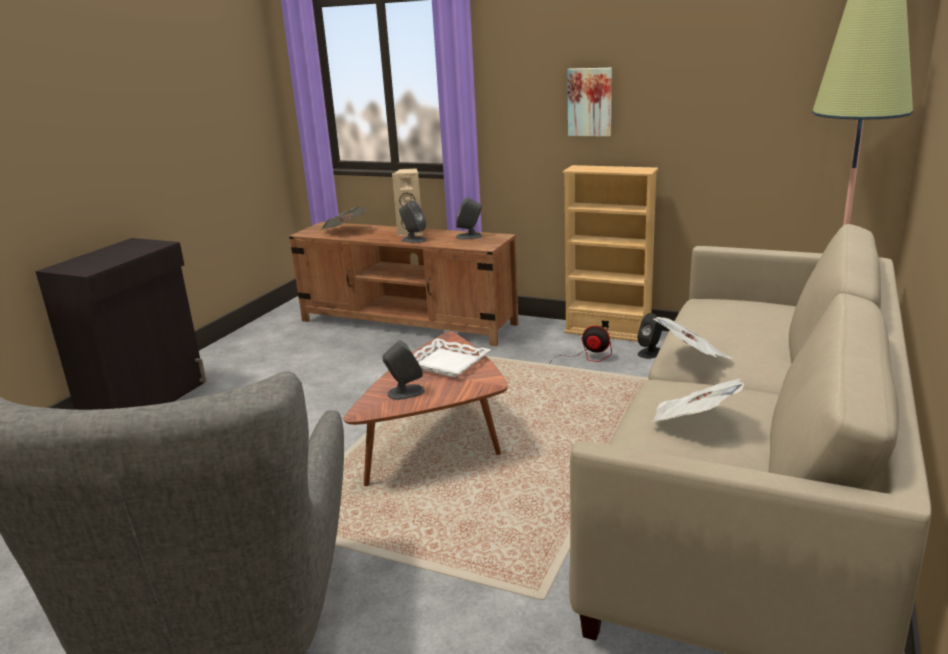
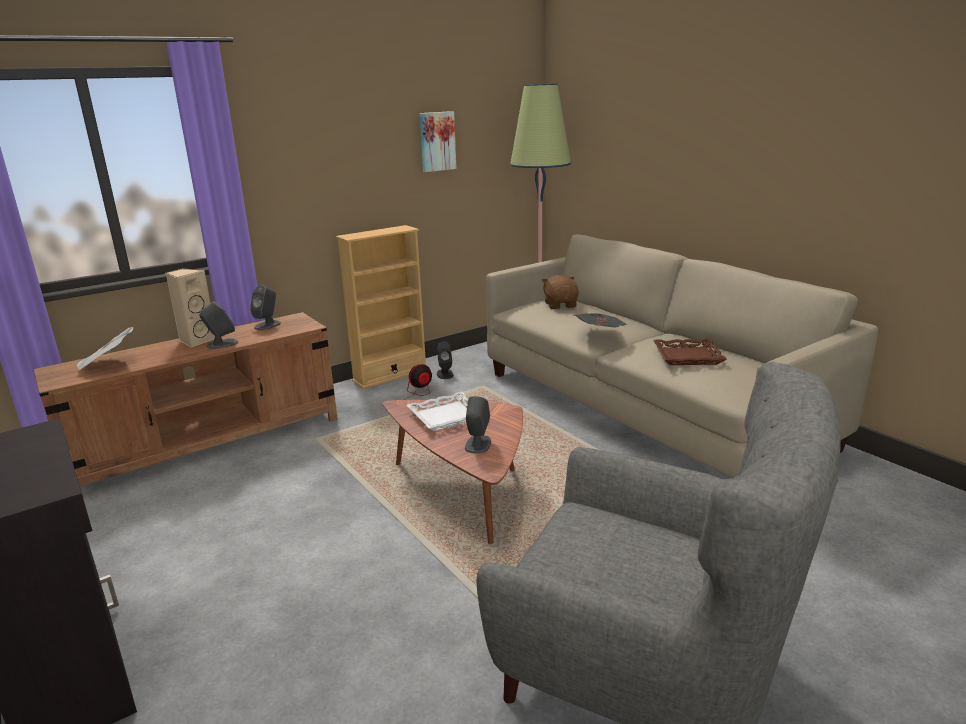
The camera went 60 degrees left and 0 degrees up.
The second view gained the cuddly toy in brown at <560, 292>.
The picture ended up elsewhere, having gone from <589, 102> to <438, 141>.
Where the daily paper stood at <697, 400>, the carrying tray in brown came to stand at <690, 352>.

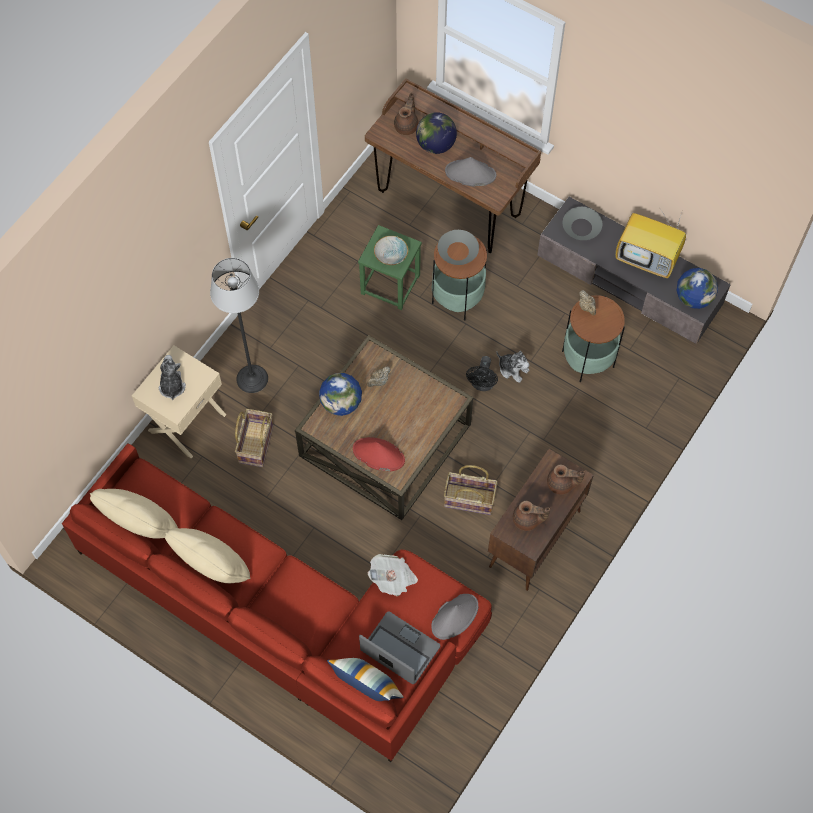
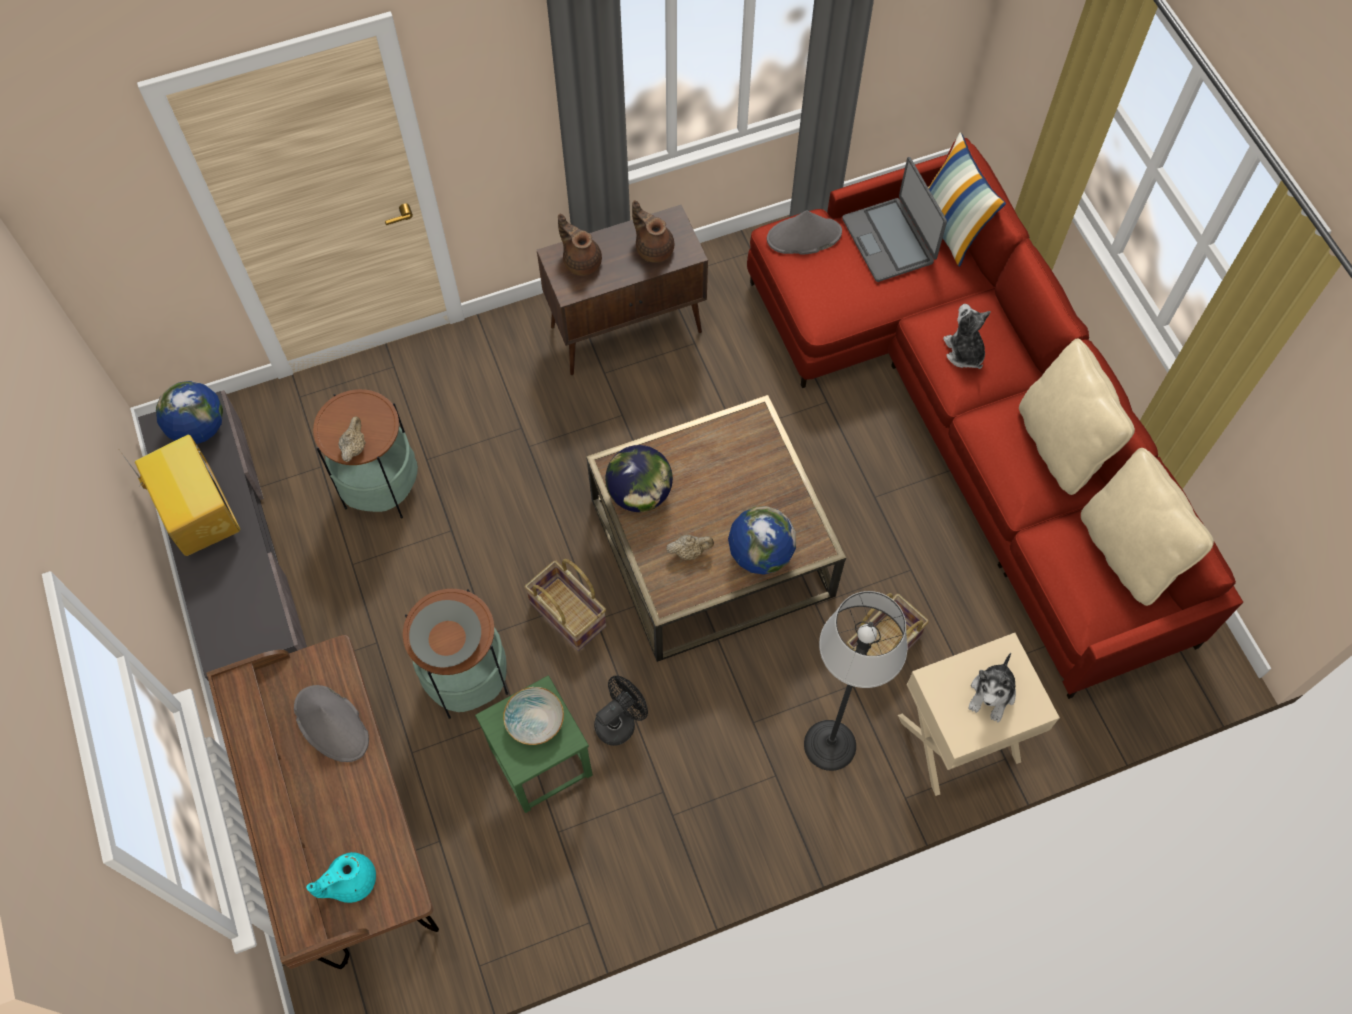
The camera went 145 degrees left and 0 degrees up.
The second view lost the clothing hat in reddish at <379, 454>.
The second view lost the daily paper at <393, 575>.
The second view lost the bowl in grey at <582, 223>.
The desk globe ended up elsewhere, having gone from <436, 133> to <639, 478>.
The storage basket ended up elsewhere, having gone from <471, 490> to <565, 605>.
The electric fan in black ended up elsewhere, having gone from <482, 373> to <621, 710>.
The cuddly toy ended up elsewhere, having gone from <513, 367> to <967, 336>.
What was the teapot in brown at <406, 113> turned into the teapot in turquoise-coloured at <341, 877>.

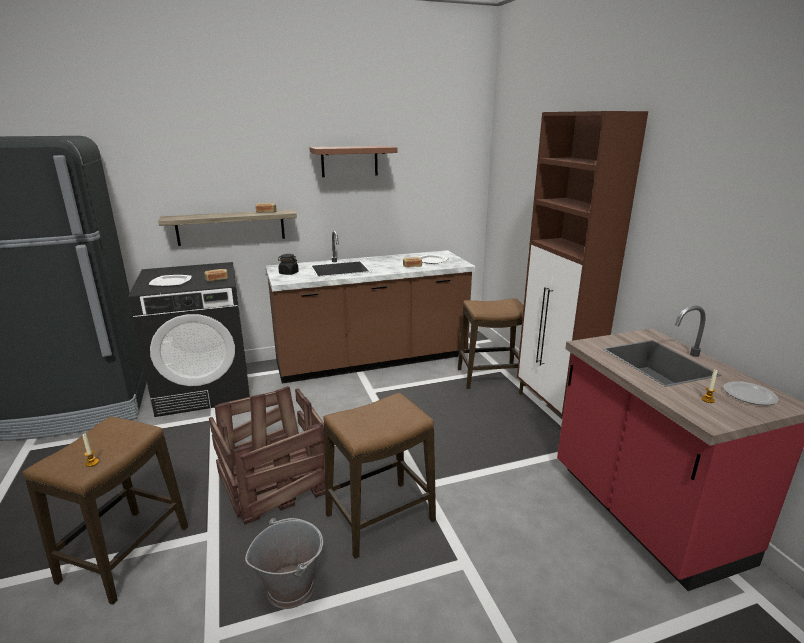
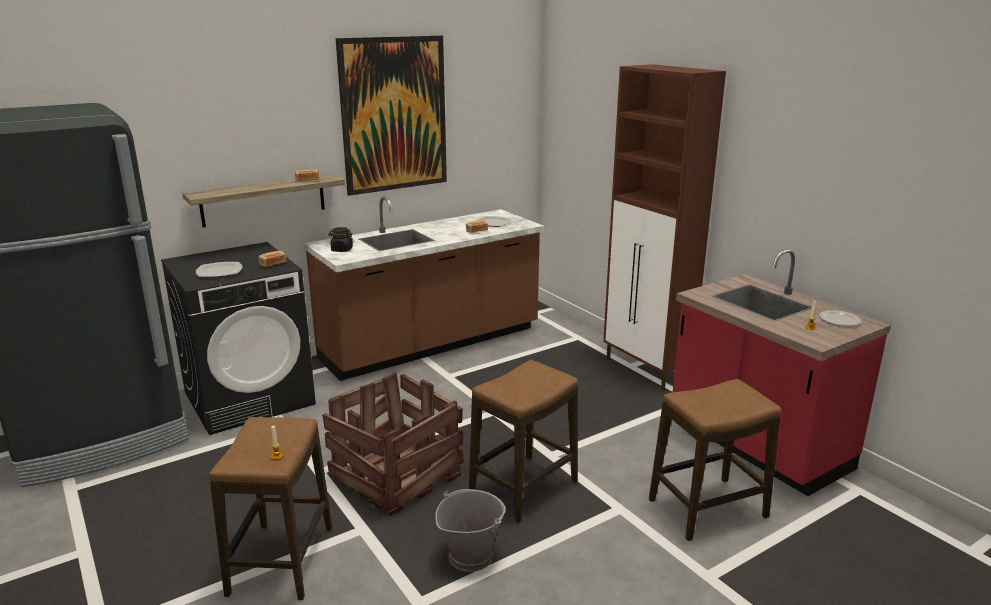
The camera went 15 degrees left and 0 degrees up.
The stool seat ended up elsewhere, having gone from <492, 343> to <715, 460>.
Where the wall shelf in brown hung at <353, 161>, the picture came to hang at <391, 116>.

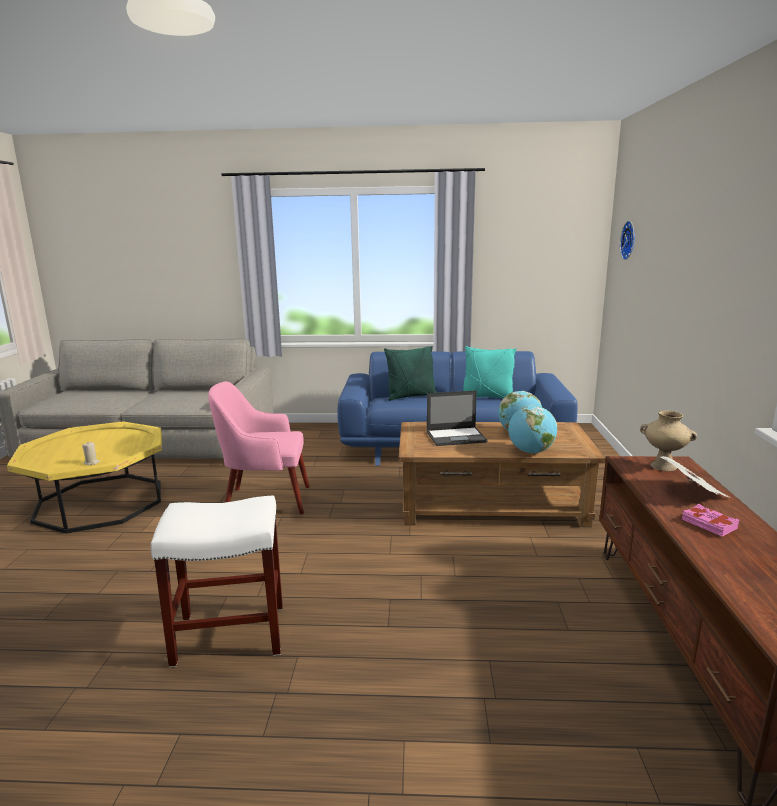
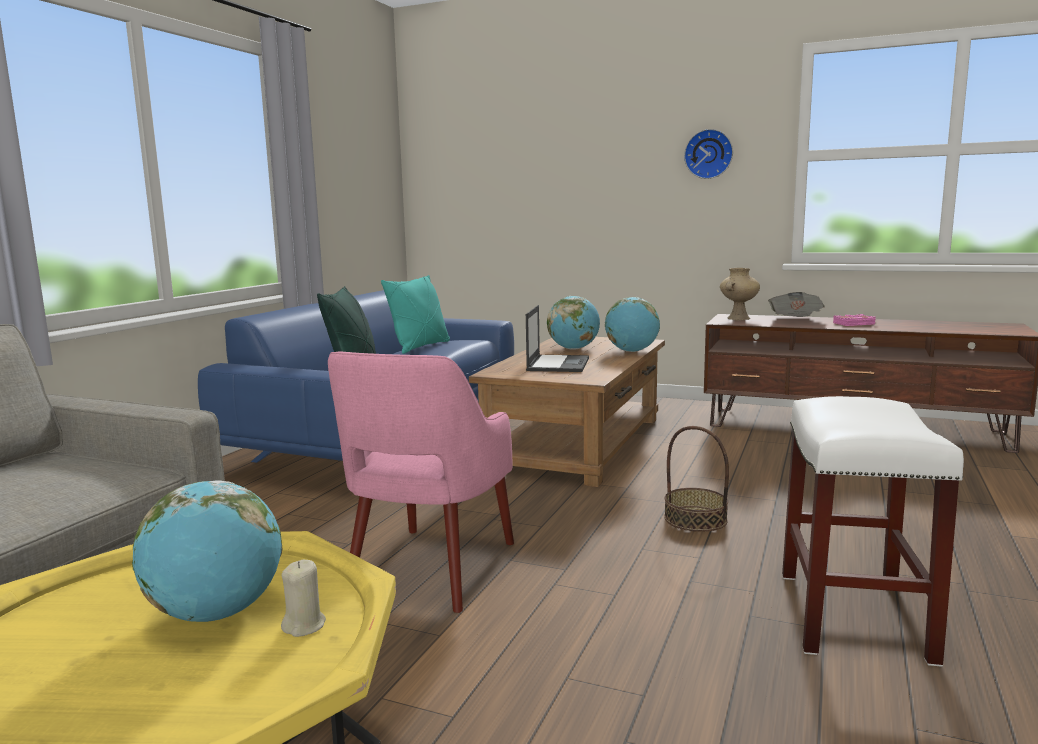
The camera went 70 degrees left and 5 degrees down.
The second view gained the desk globe at <207, 551>.
The second view gained the storage basket at <696, 479>.
The wall clock ended up elsewhere, having gone from <627, 240> to <708, 154>.

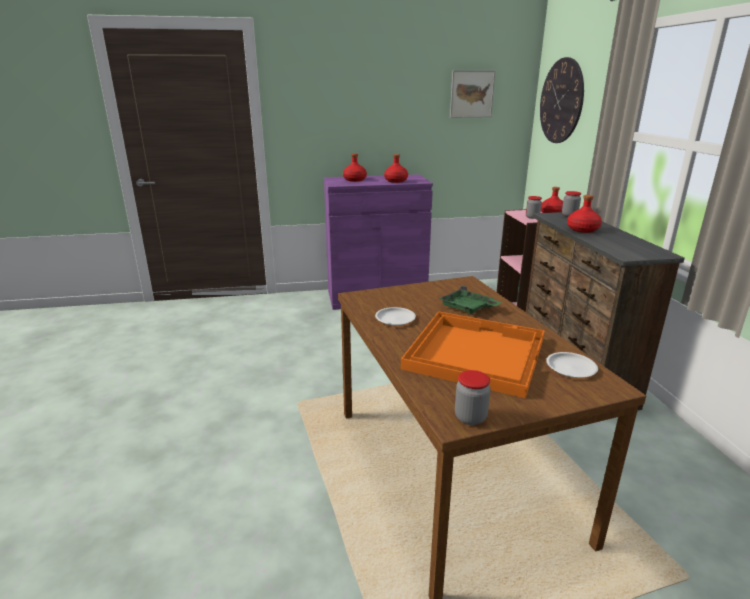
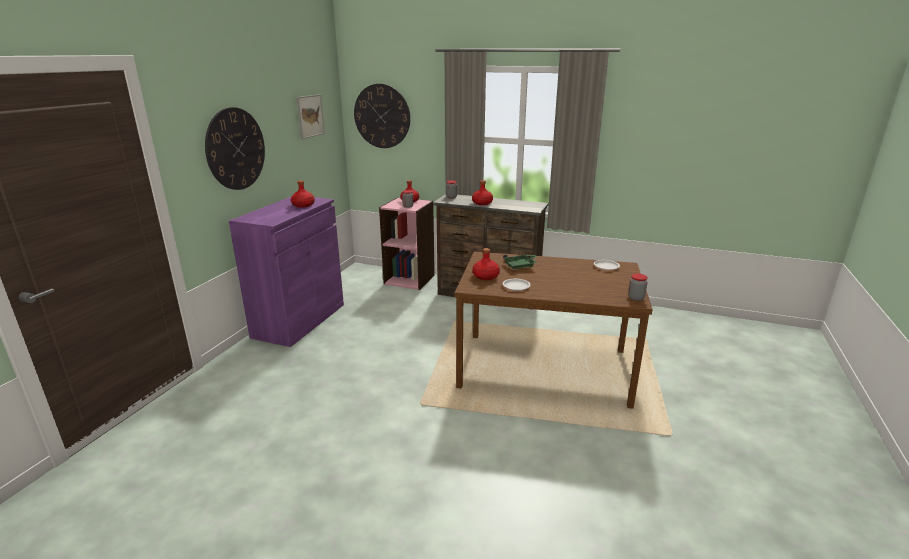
The camera went 60 degrees left and 0 degrees up.
The second view lost the carrying tray in orange-coloured at <473, 354>.
The second view gained the wall clock at <235, 148>.
The drink bottle in reddish ended up elsewhere, having gone from <355, 167> to <486, 264>.

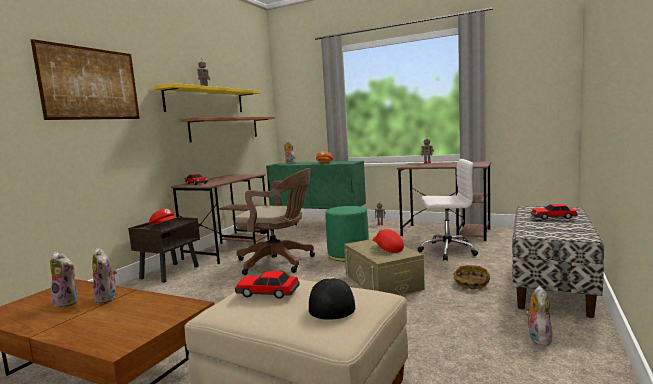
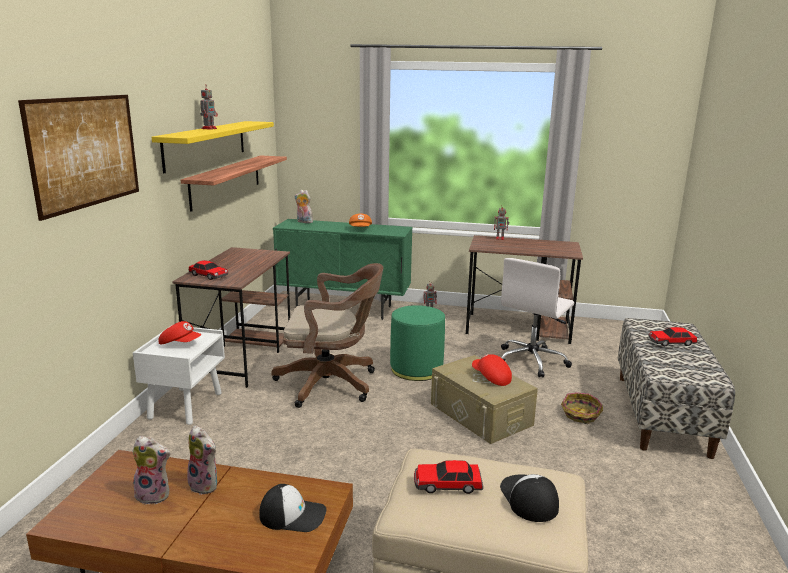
The camera went 15 degrees left and 10 degrees up.
The second view lost the cuddly toy at <538, 316>.
The second view gained the cap at <292, 508>.
What was the nightstand in brown at <164, 250> turned into the nightstand in white-coloured at <179, 375>.
The office chair in white-coloured at <447, 209> ended up facing another way, 135 degrees clockwise from before.

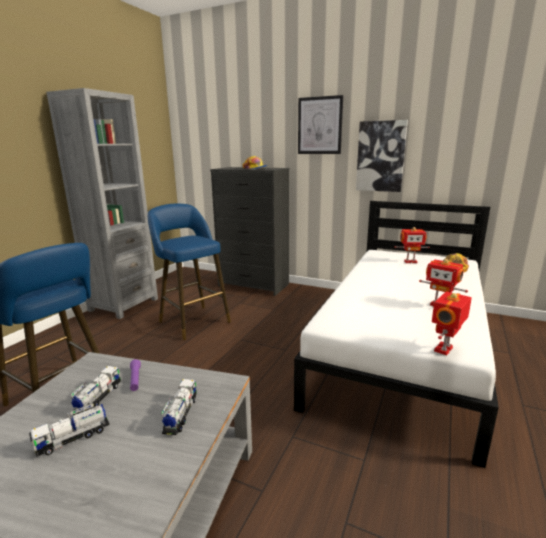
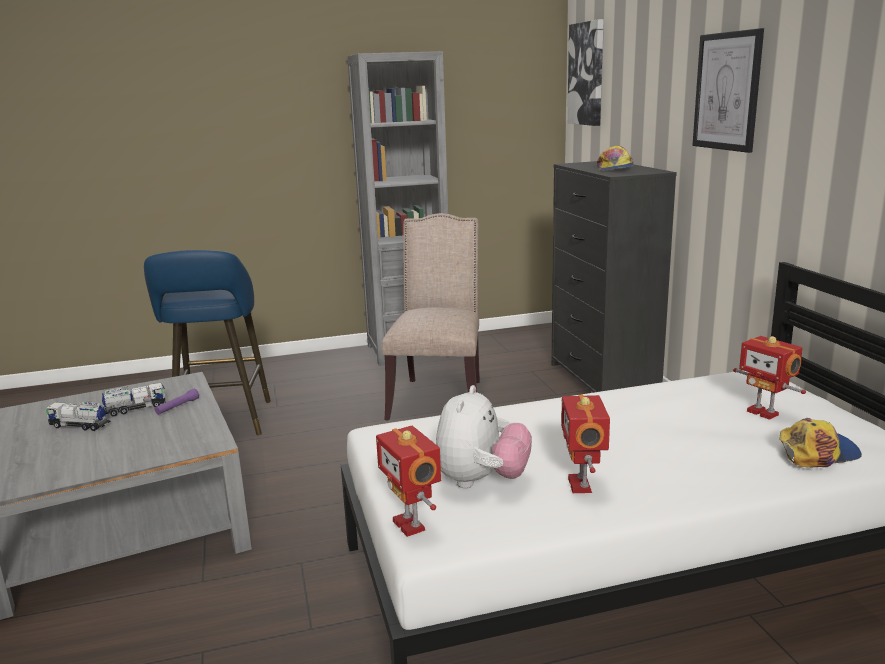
The camera went 50 degrees right and 0 degrees up.
The second view lost the toy truck at <179, 407>.
The second view gained the cuddly toy at <484, 436>.
The picture ended up elsewhere, having gone from <382, 156> to <585, 72>.
Where the stool seat in bluish stood at <189, 272>, the plain chair in beige came to stand at <431, 317>.
The robot figure at <452, 323> ended up facing another way, 120 degrees counterclockwise from before.

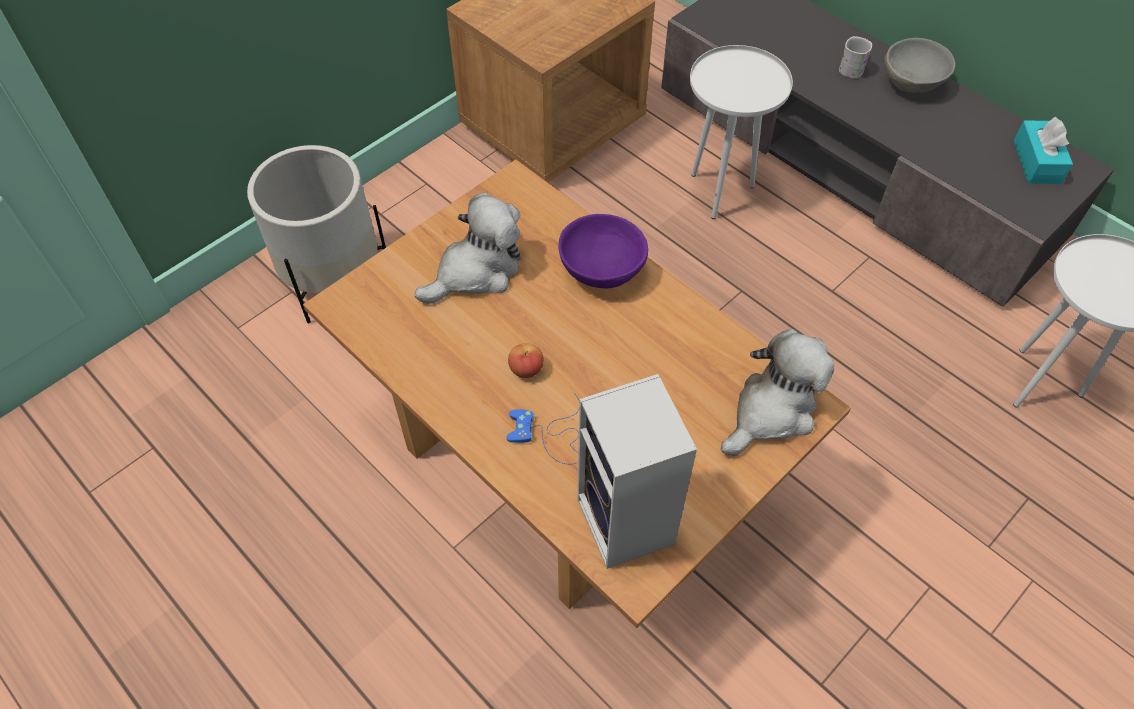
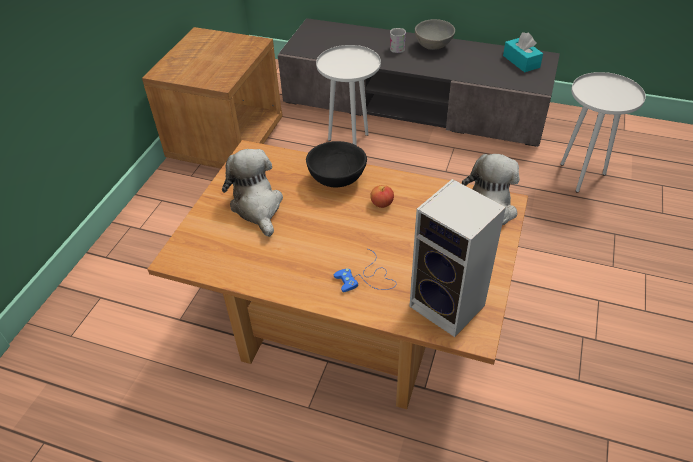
The camera went 25 degrees left and 10 degrees down.
The second view lost the flower pot in white-coloured at <316, 234>.
The whole apple ended up elsewhere, having gone from <526, 360> to <382, 196>.
What was the bowl in purplish at <603, 251> turned into the bowl in black at <336, 164>.
The cuddly toy at <467, 248> ended up facing another way, 45 degrees counterclockwise from before.

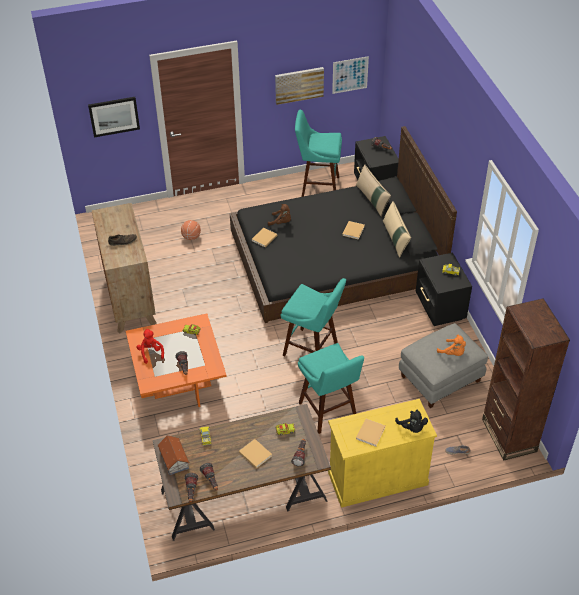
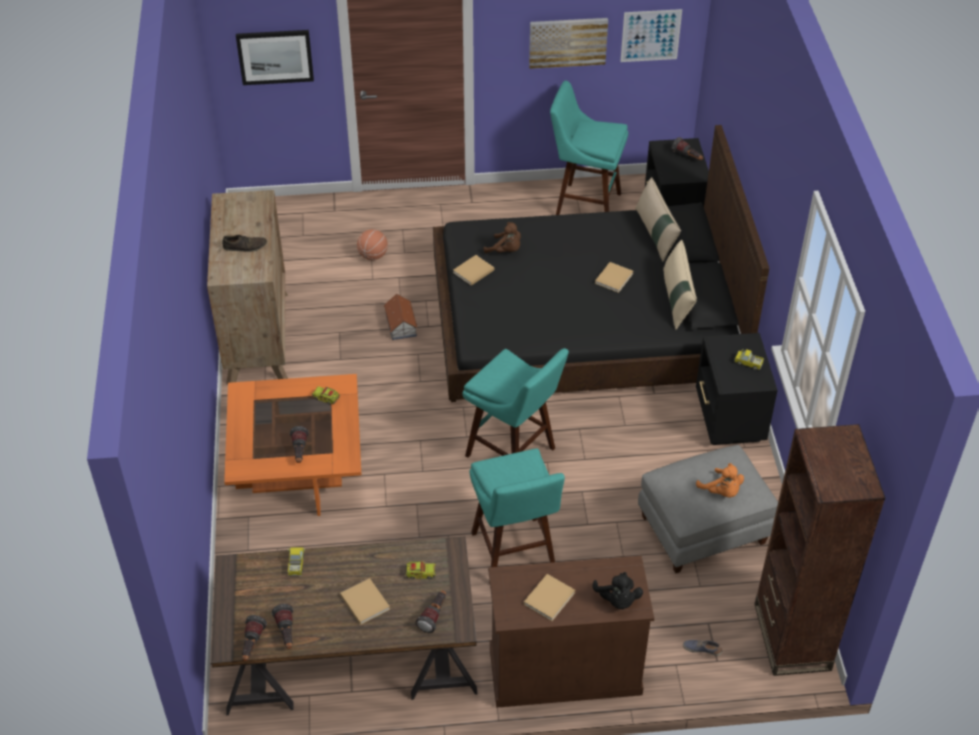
The camera went 10 degrees right and 0 degrees up.
The second view lost the cuddly toy in reddish at <150, 346>.
The model house ended up elsewhere, having gone from <173, 455> to <401, 317>.
What was the storage cabinet in yellowish at <382, 453> turned into the storage cabinet in brown at <571, 632>.

